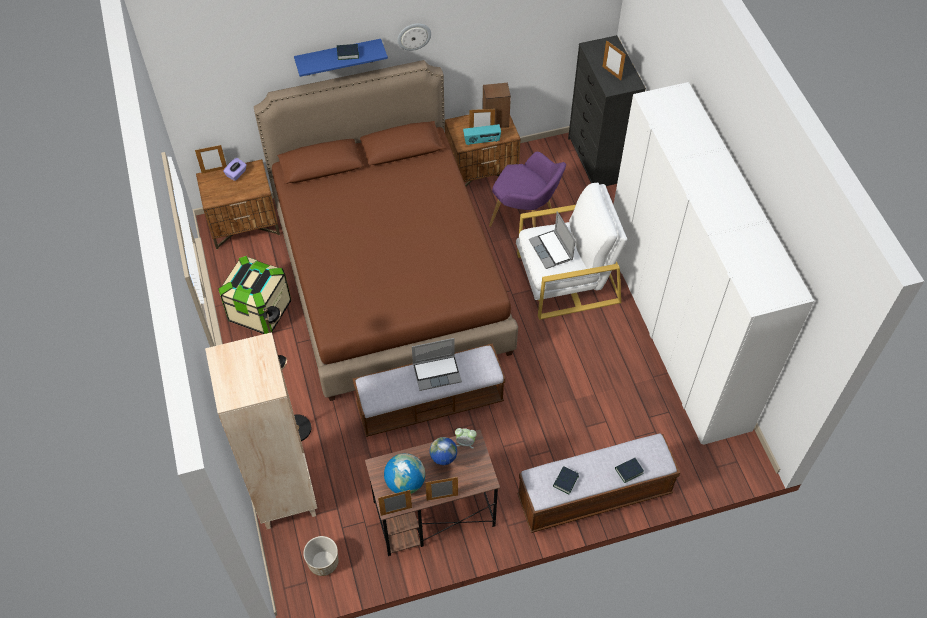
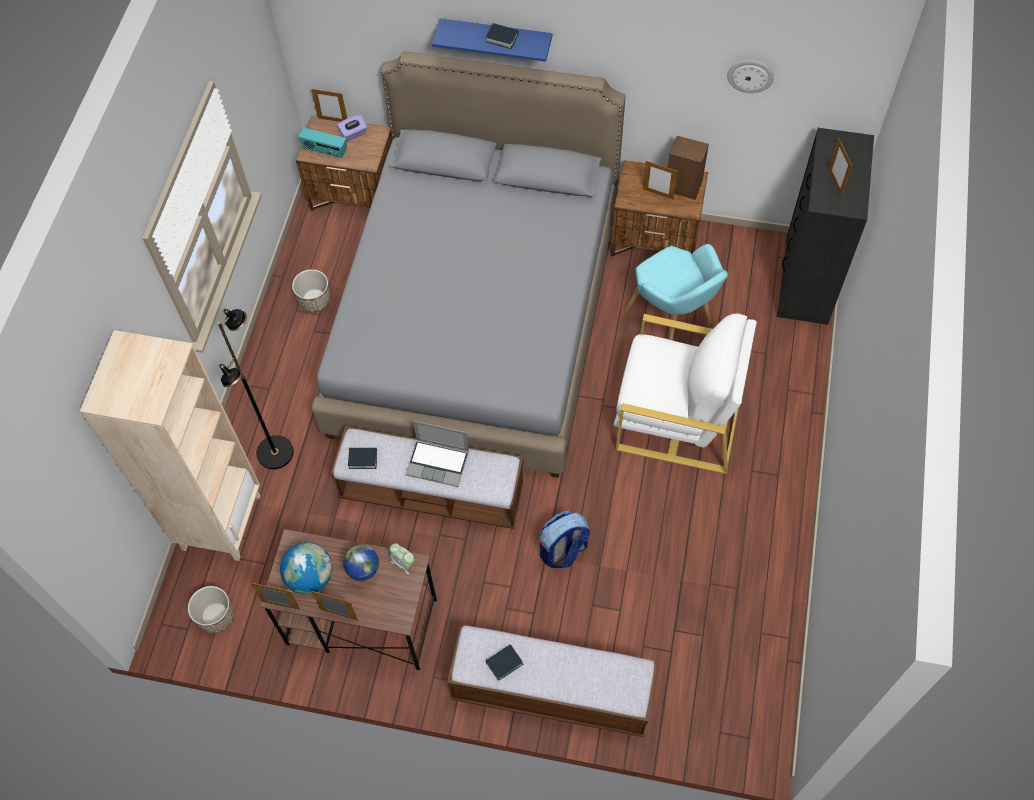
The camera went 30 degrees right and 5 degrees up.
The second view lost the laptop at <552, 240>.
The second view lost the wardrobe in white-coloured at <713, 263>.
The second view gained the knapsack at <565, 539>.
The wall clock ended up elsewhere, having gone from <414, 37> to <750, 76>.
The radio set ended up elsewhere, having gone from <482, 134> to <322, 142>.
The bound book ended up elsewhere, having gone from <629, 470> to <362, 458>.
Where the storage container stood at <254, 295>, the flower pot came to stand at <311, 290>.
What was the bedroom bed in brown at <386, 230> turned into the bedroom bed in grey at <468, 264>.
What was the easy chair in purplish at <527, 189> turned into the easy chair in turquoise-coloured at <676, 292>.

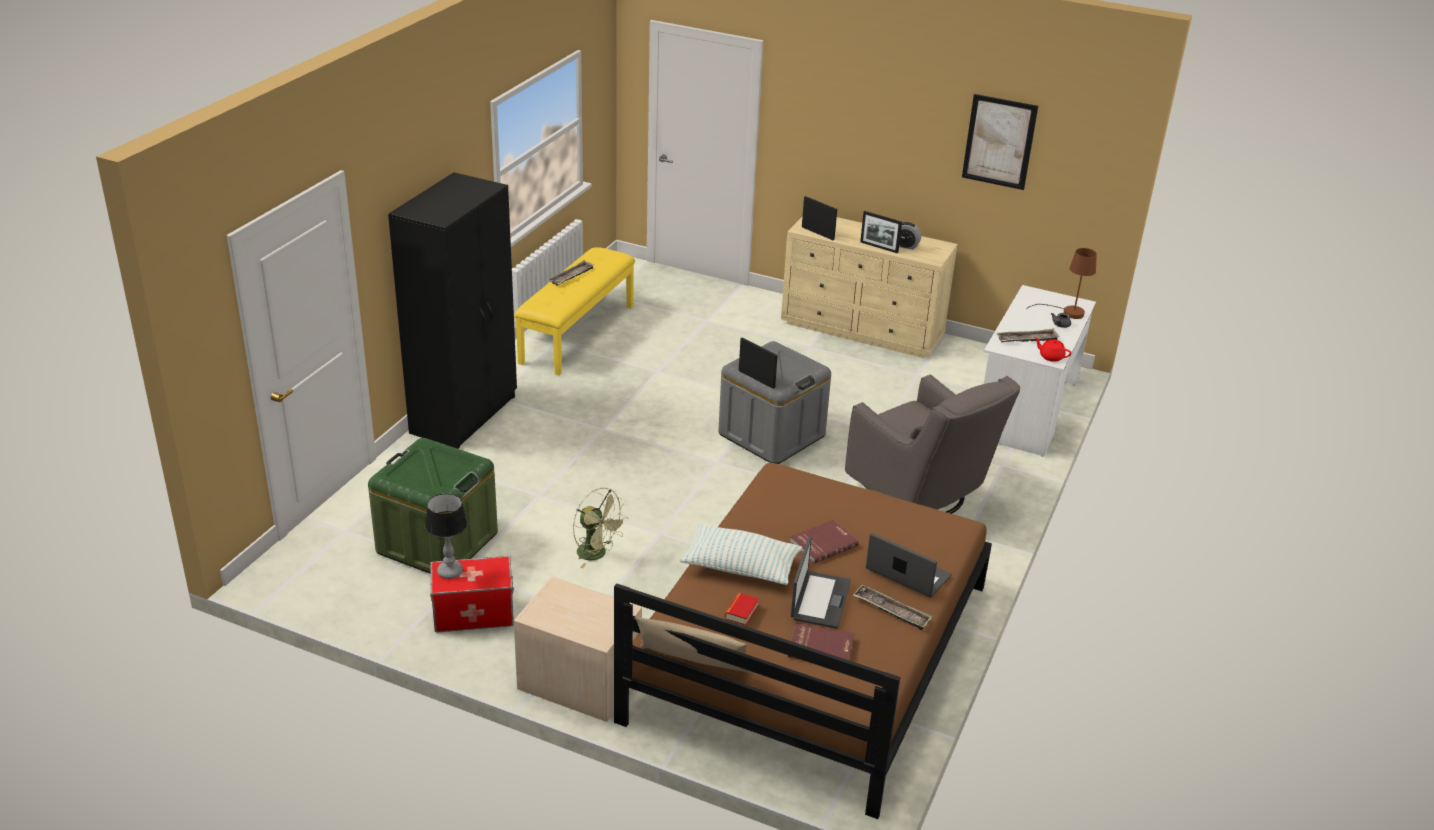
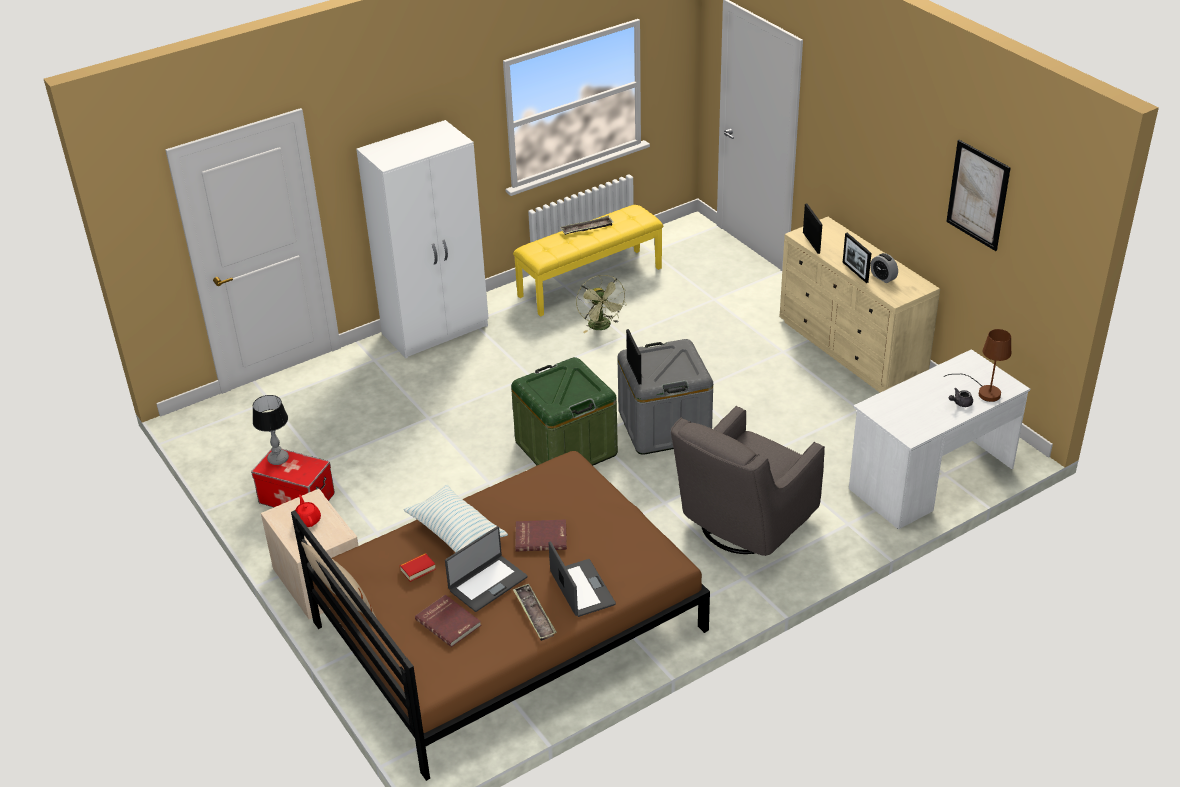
The camera went 35 degrees right and 5 degrees up.
The second view lost the carrying tray at <1028, 335>.
The storage container in green ended up elsewhere, having gone from <433, 506> to <564, 411>.
The electric fan in green ended up elsewhere, having gone from <600, 528> to <601, 304>.
The teapot in reddish ended up elsewhere, having gone from <1053, 349> to <308, 511>.
What was the wardrobe in black at <452, 310> turned into the wardrobe in white-coloured at <422, 239>.
The easy chair in grey at <932, 444> ended up facing another way, 45 degrees clockwise from before.

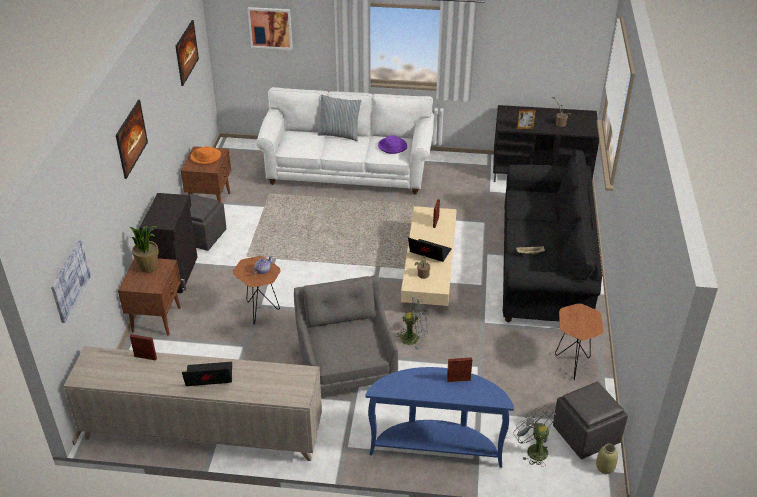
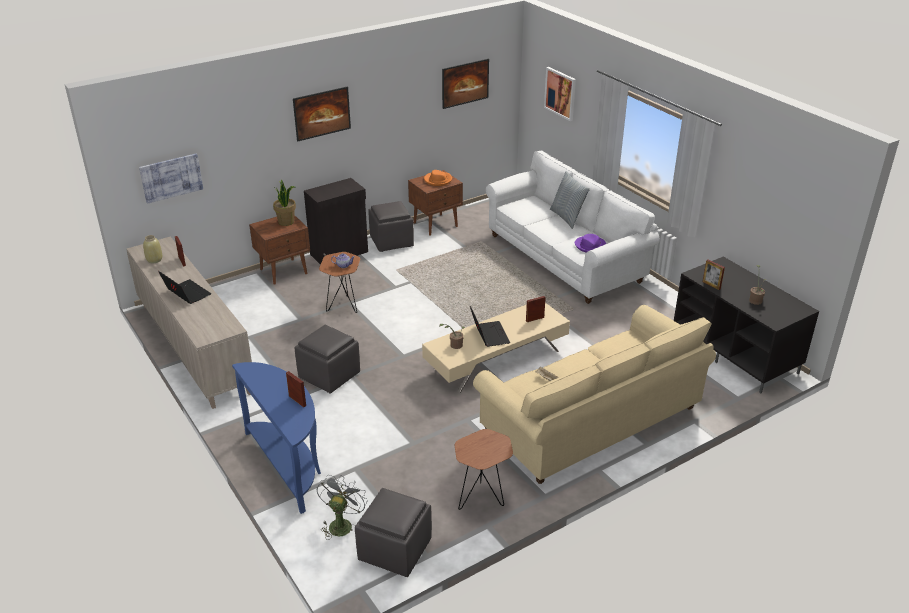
The camera went 50 degrees right and 5 degrees down.
The second view lost the electric fan in grey at <411, 323>.
The decorative vase in beige ended up elsewhere, having gone from <607, 459> to <152, 249>.
Where the easy chair in grey stood at <346, 335>, the ottoman in grey came to stand at <327, 359>.
What was the settee in black at <552, 236> turned into the settee in beige at <594, 394>.

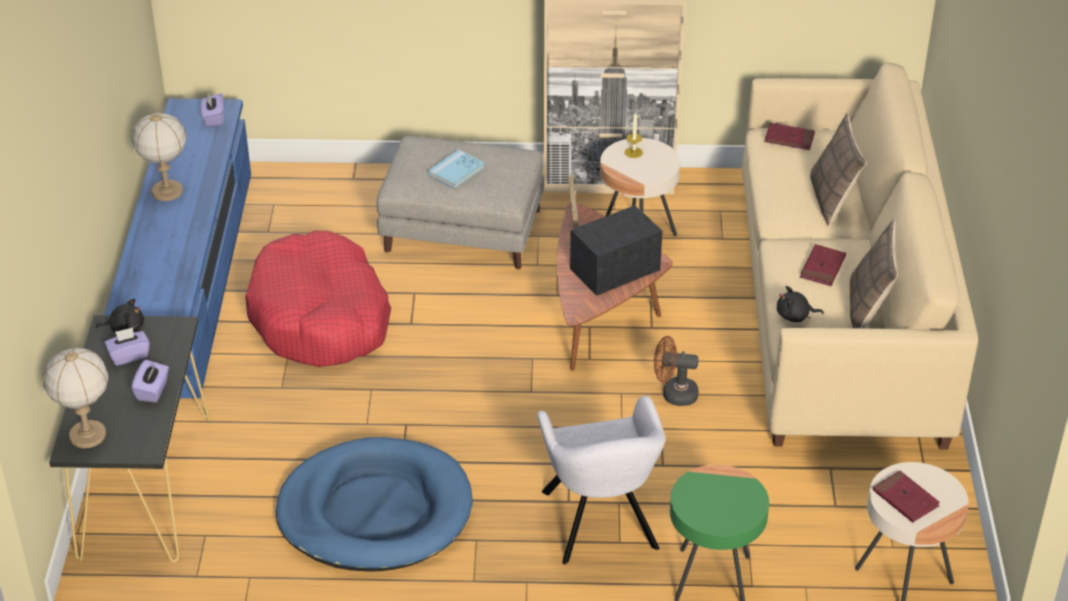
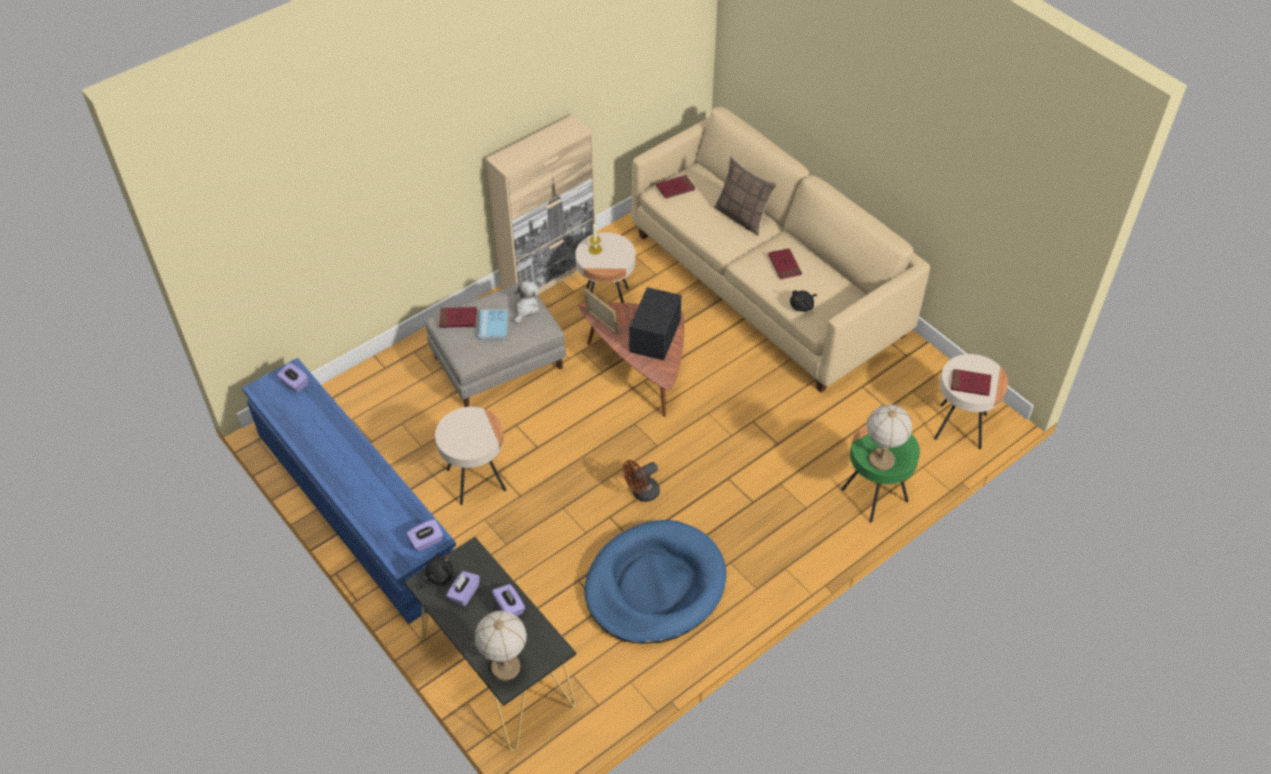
The camera went 40 degrees left and 10 degrees up.
The second view lost the easy chair in grey at <601, 480>.
The second view lost the pillow at <874, 273>.
The second view gained the tissue holder in purplish at <425, 535>.
The second view gained the bound book in reddish at <458, 317>.
The second view gained the cuddly toy at <527, 302>.
The table lamp ended up elsewhere, having gone from <159, 157> to <889, 437>.
The electric fan in brown ended up elsewhere, having gone from <676, 371> to <641, 481>.
Where the pet bed in reddish stood at <318, 299>, the end table in beige came to stand at <470, 456>.

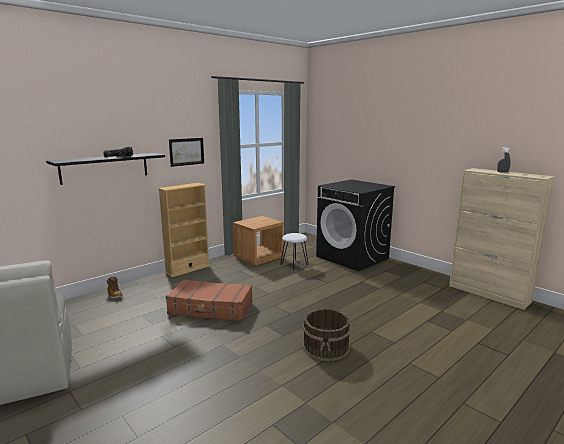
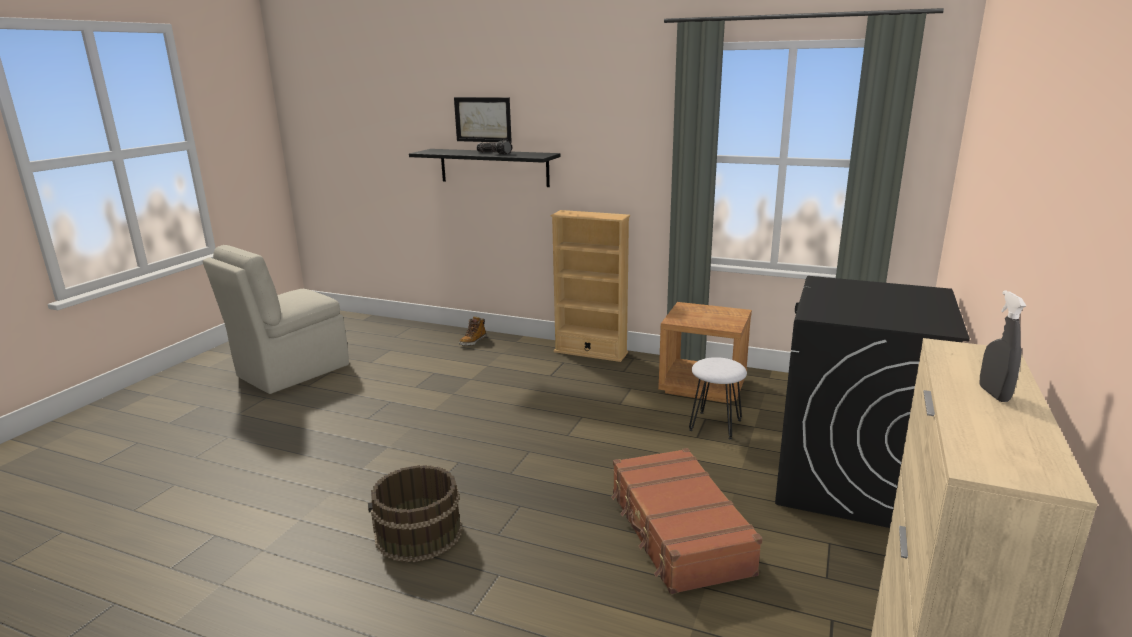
The camera went 65 degrees right and 5 degrees up.
The travel case in brown ended up elsewhere, having gone from <209, 300> to <687, 521>.
The picture ended up elsewhere, having gone from <186, 152> to <483, 120>.

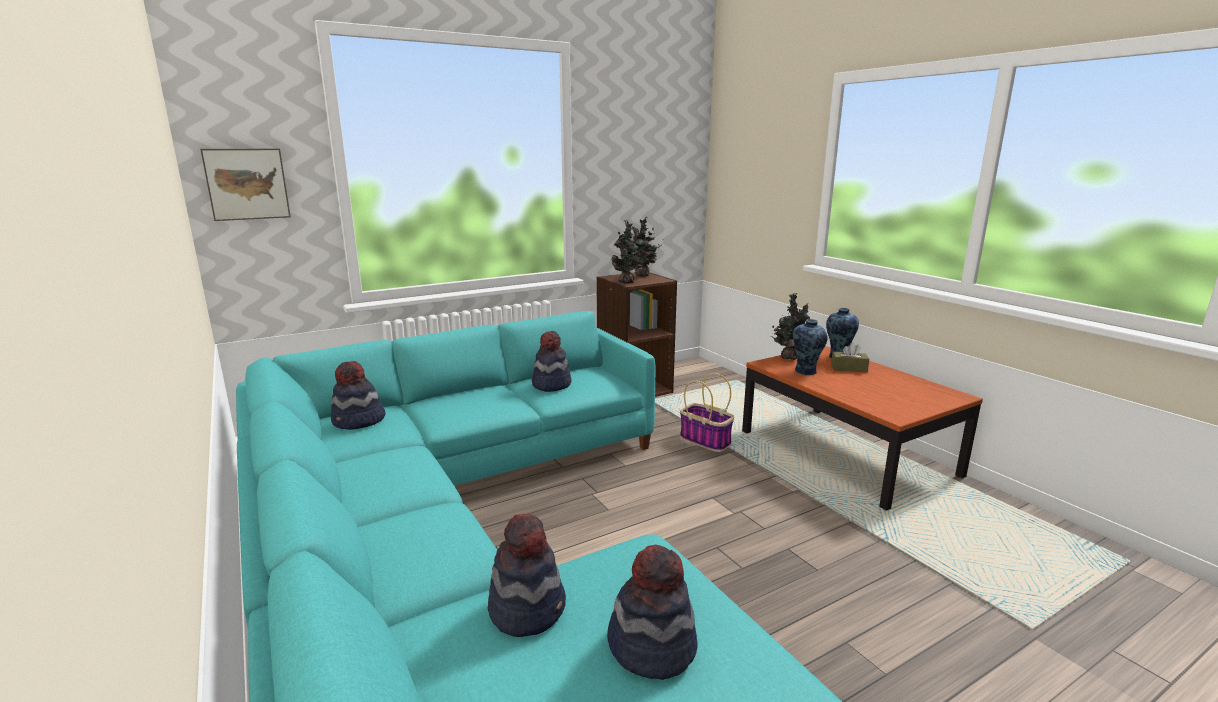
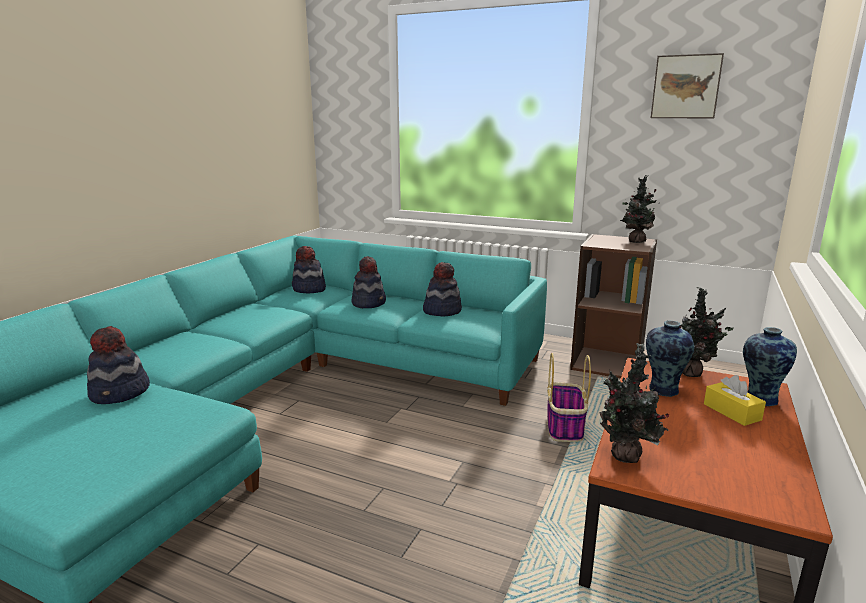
The camera went 55 degrees right and 0 degrees up.
The picture ended up elsewhere, having gone from <245, 185> to <687, 85>.
The clothing hat ended up elsewhere, having gone from <652, 612> to <368, 282>.
The potted plant ended up elsewhere, having gone from <628, 252> to <634, 403>.
What was the tissue holder in brown at <850, 357> turned into the tissue holder in yellowish at <735, 400>.

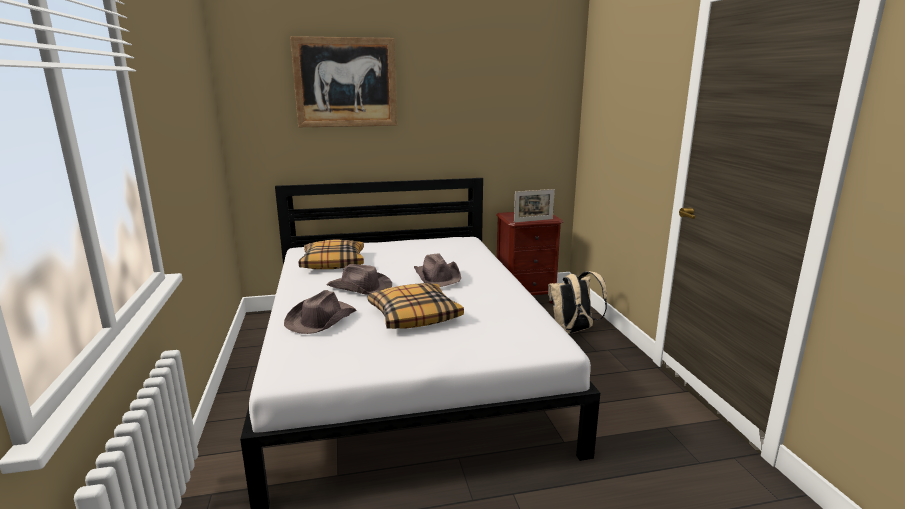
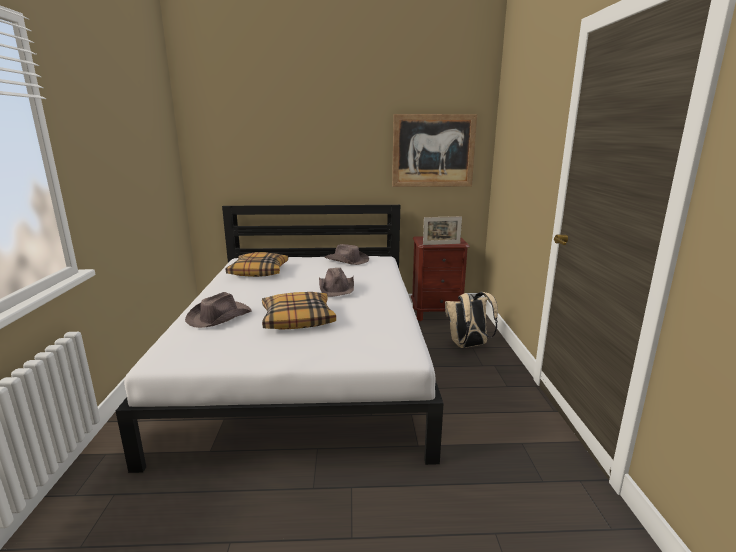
The camera went 10 degrees right and 0 degrees up.
The picture ended up elsewhere, having gone from <343, 82> to <434, 150>.
The clothing hat in brown ended up elsewhere, having gone from <359, 279> to <346, 254>.

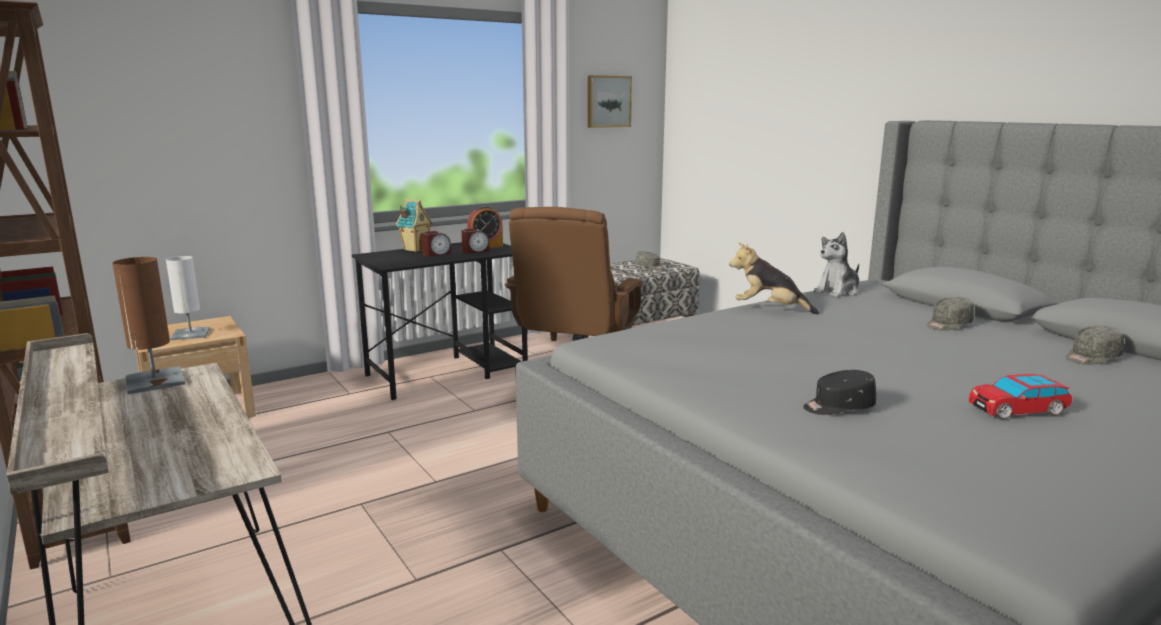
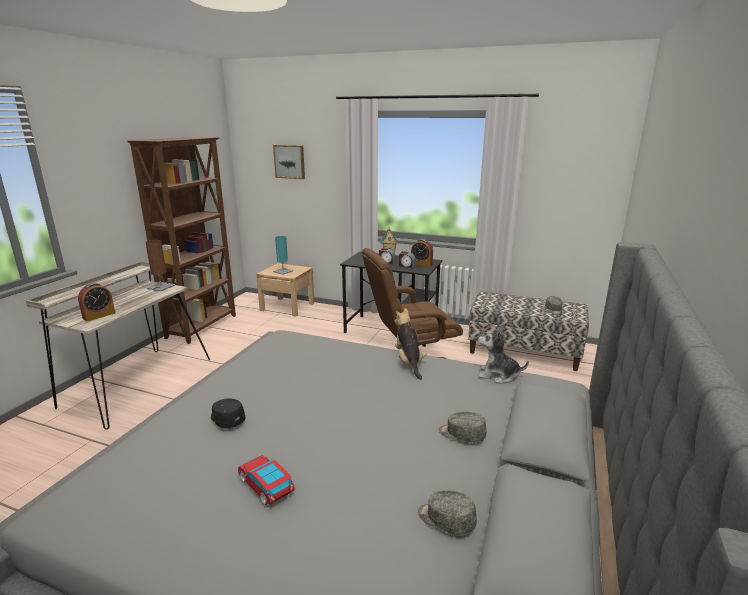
The camera went 55 degrees right and 5 degrees up.
The second view gained the alarm clock at <96, 302>.
The picture ended up elsewhere, having gone from <610, 101> to <289, 162>.
What was the table lamp in white-coloured at <188, 298> turned into the table lamp in turquoise-coloured at <283, 255>.

